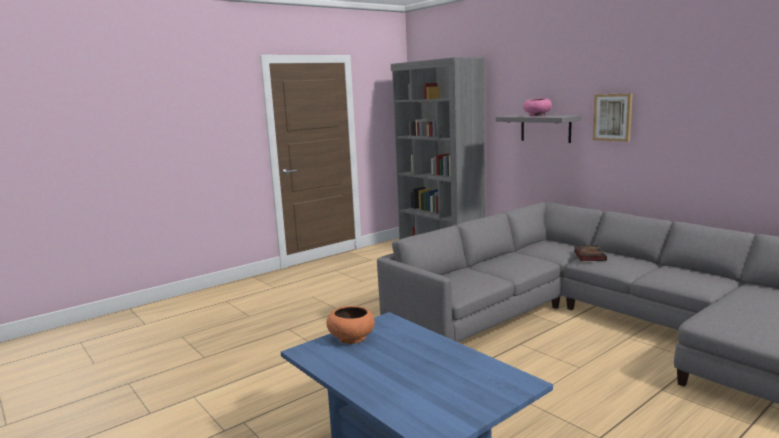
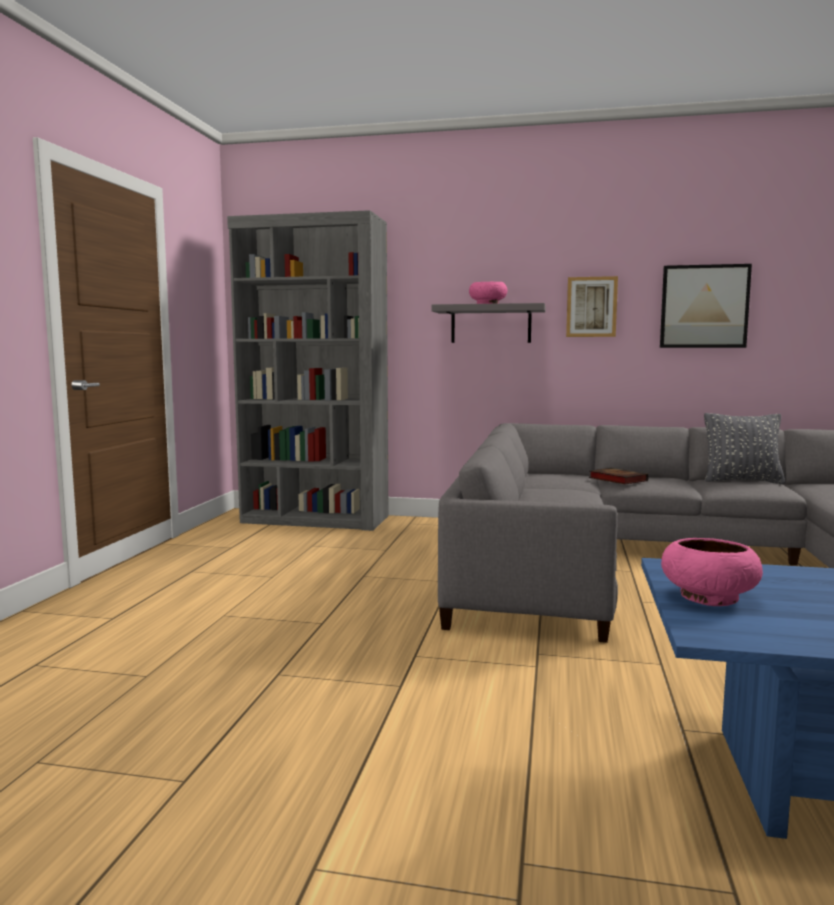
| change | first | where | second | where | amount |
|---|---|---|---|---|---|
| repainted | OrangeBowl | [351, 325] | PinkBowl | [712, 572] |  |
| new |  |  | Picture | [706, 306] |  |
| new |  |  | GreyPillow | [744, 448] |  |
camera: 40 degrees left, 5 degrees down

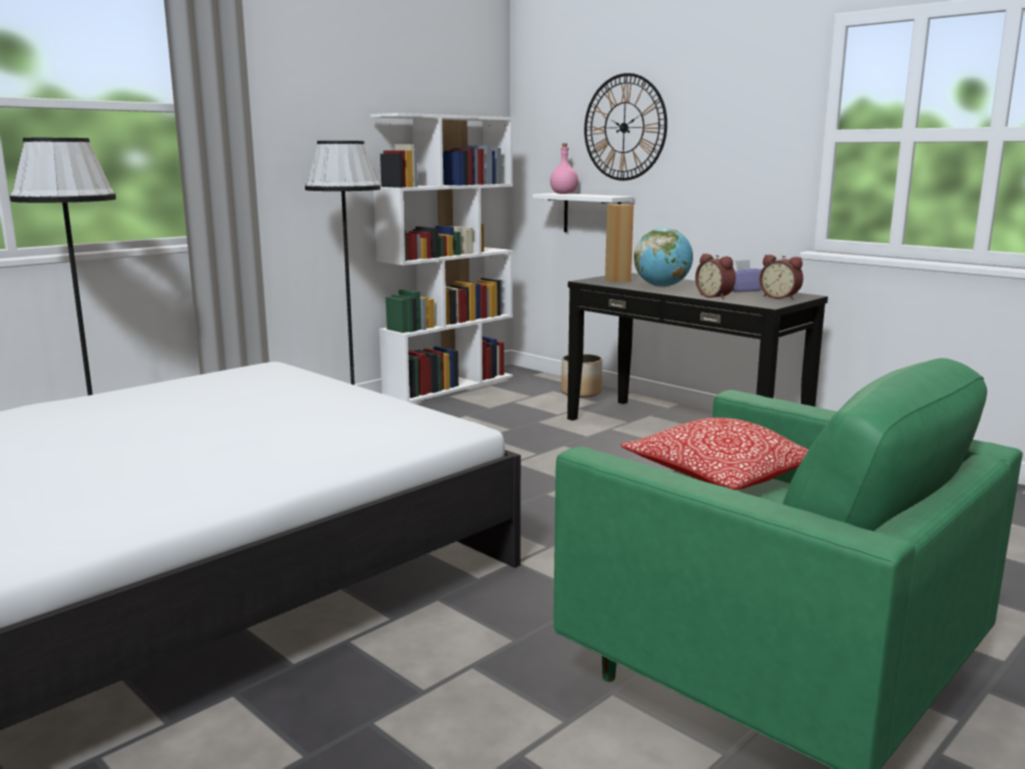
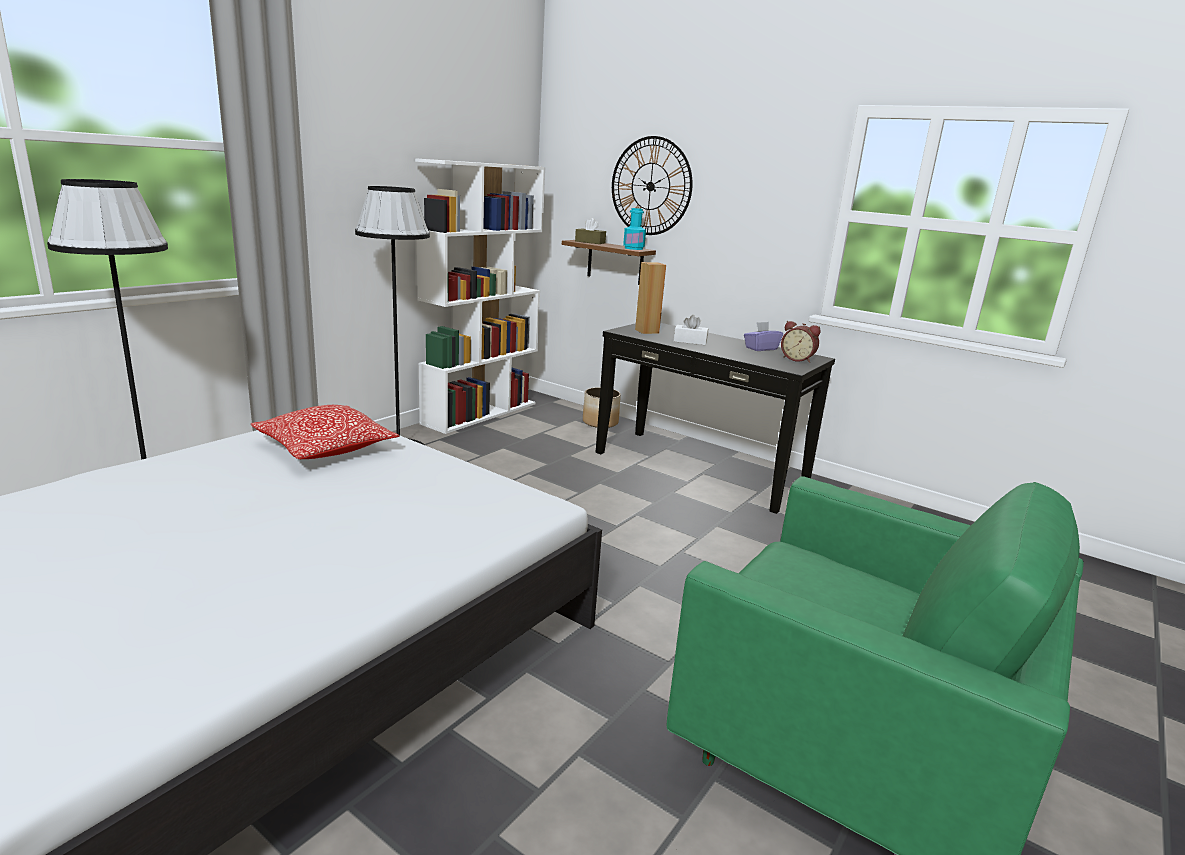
| change | first | where | second | where | amount |
|---|---|---|---|---|---|
| repainted | WhiteShelf | [583, 212] | BrownShelf | [609, 262] |  |
| swapped | PinkBottle | [564, 168] | BrownTissueBox | [590, 231] |  |
| shifted | Pillow | [714, 454] |  | [325, 432] |  |
| swapped | Globe | [663, 257] | WhiteTissueBox | [691, 330] |  |
| gone | AlarmClock | [715, 276] |  |  |  |
| new |  |  | TurquoiseBottle | [634, 229] |  |
camera: 10 degrees left, 5 degrees up

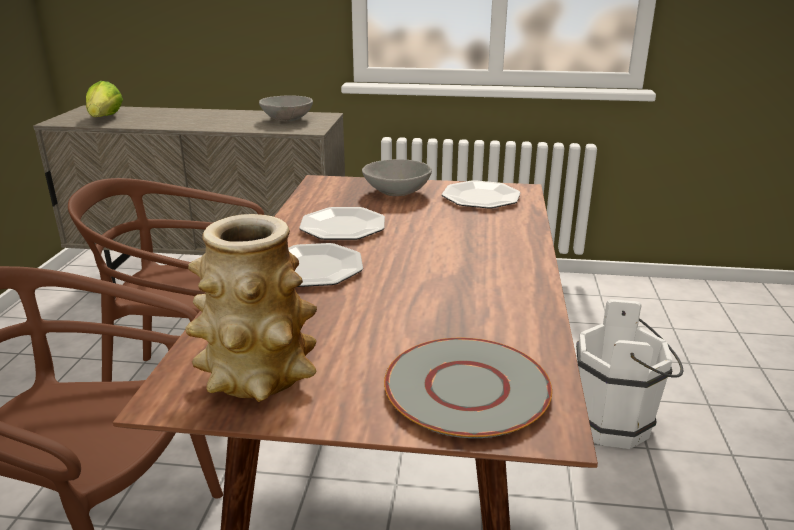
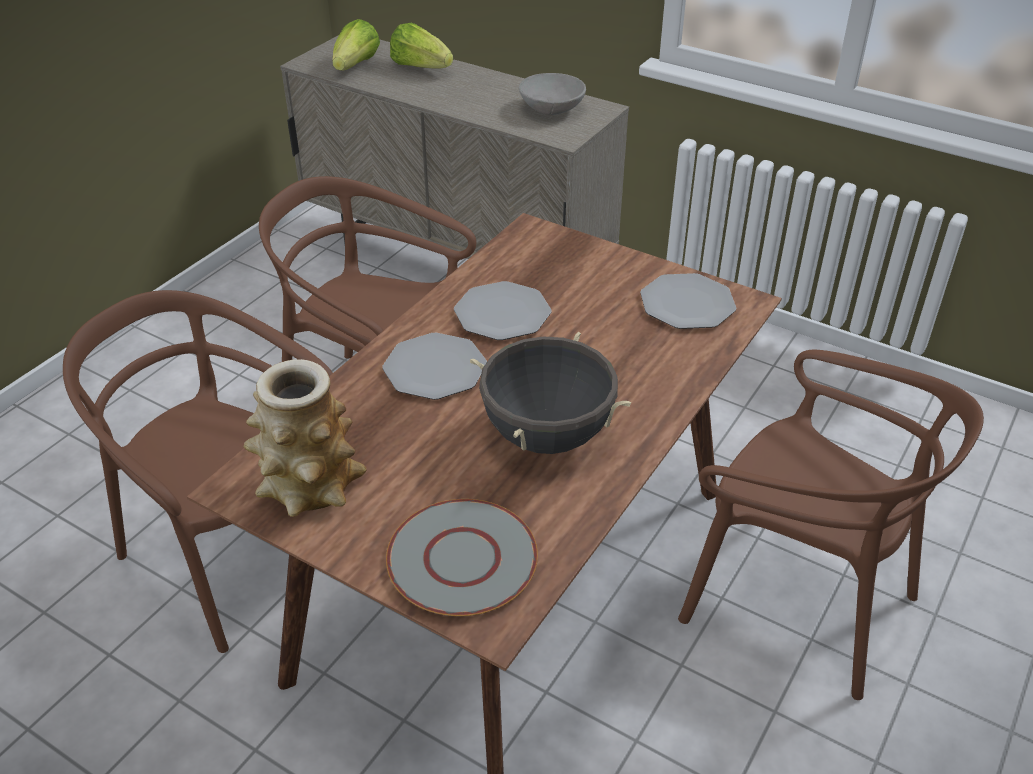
| change | first | where | second | where | amount |
|---|---|---|---|---|---|
| gone | GreyBowl | [397, 177] |  |  |  |
| swapped | WhiteBucket | [629, 374] | BrownChair | [831, 525] |  |
| new |  |  | Lettuce | [421, 46] |  |
| new |  |  | BlackCookingPot | [550, 393] |  |
camera: 25 degrees right, 15 degrees up

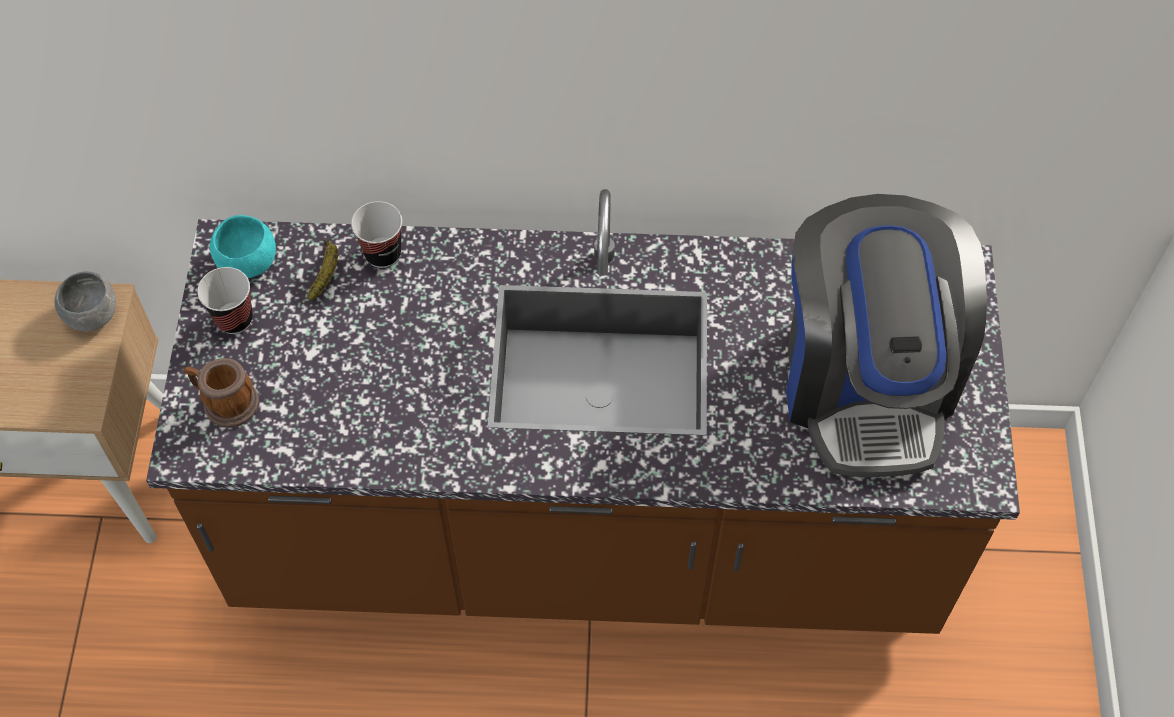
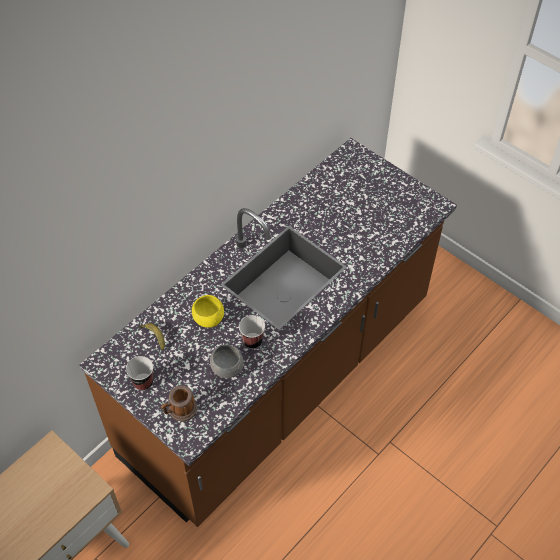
| change | first | where | second | where | amount |
|---|---|---|---|---|---|
| shifted | GreyBowl | [85, 302] |  | [227, 361] |  |
| gone | TurquoiseBowl | [243, 246] |  |  |  |
| shifted | Cup | [376, 234] |  | [252, 332] |  |
| gone | CoffeeMachine | [886, 335] |  |  |  |
| new |  |  | YellowBowl | [208, 311] |  |
camera: 50 degrees left, 5 degrees down

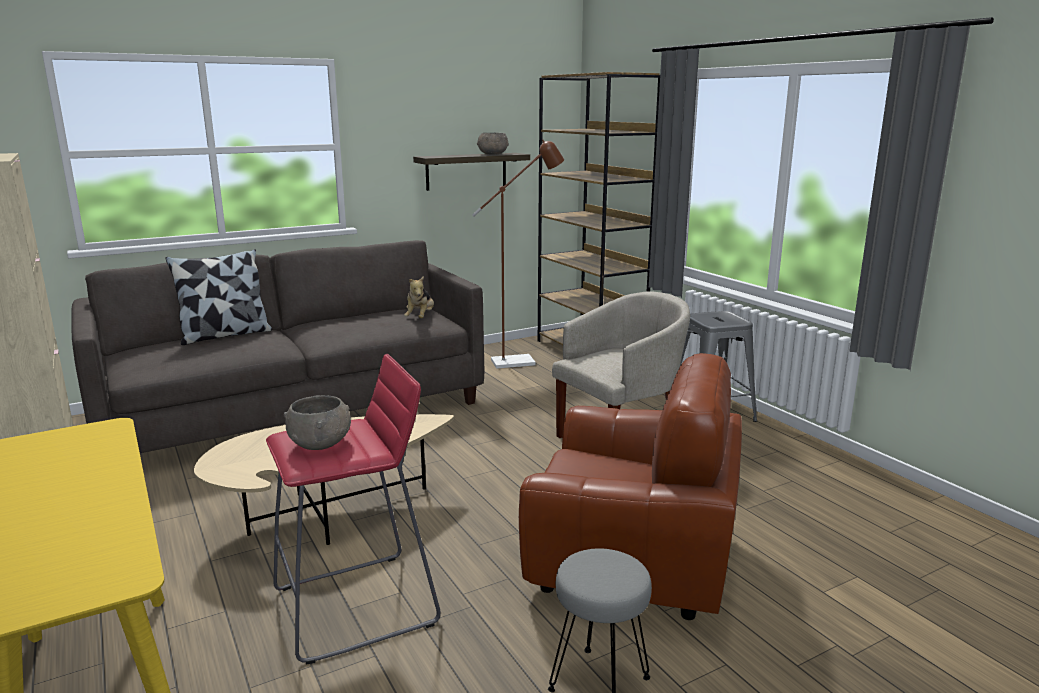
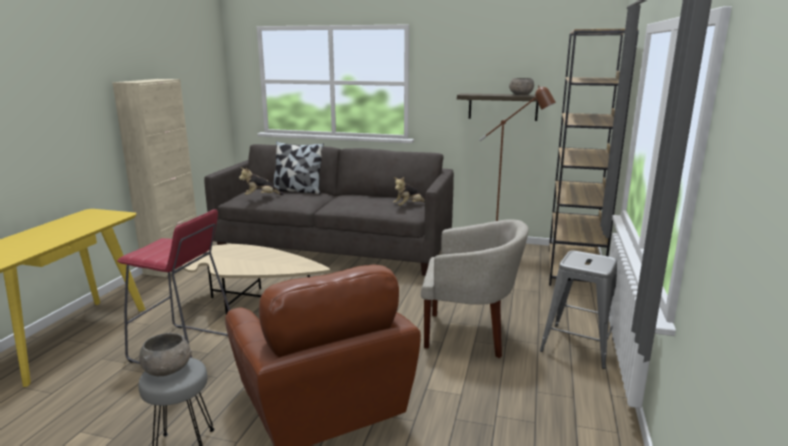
| change | first | where | second | where | amount |
|---|---|---|---|---|---|
| shifted | GreyBowl | [317, 422] |  | [165, 354] |  |
| new |  |  | PlushToy | [261, 181] |  |
camera: 45 degrees right, 0 degrees up

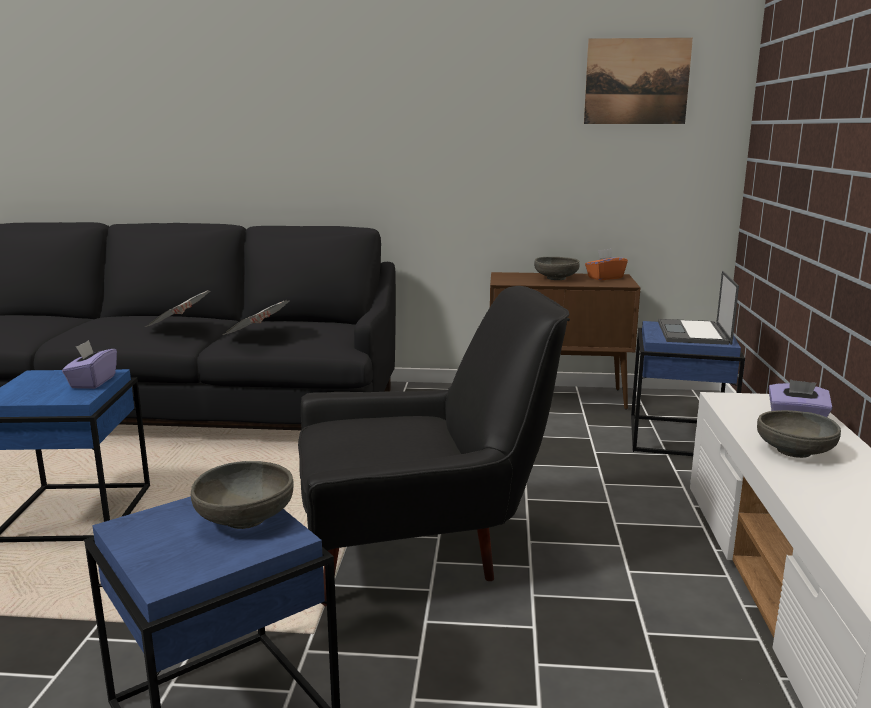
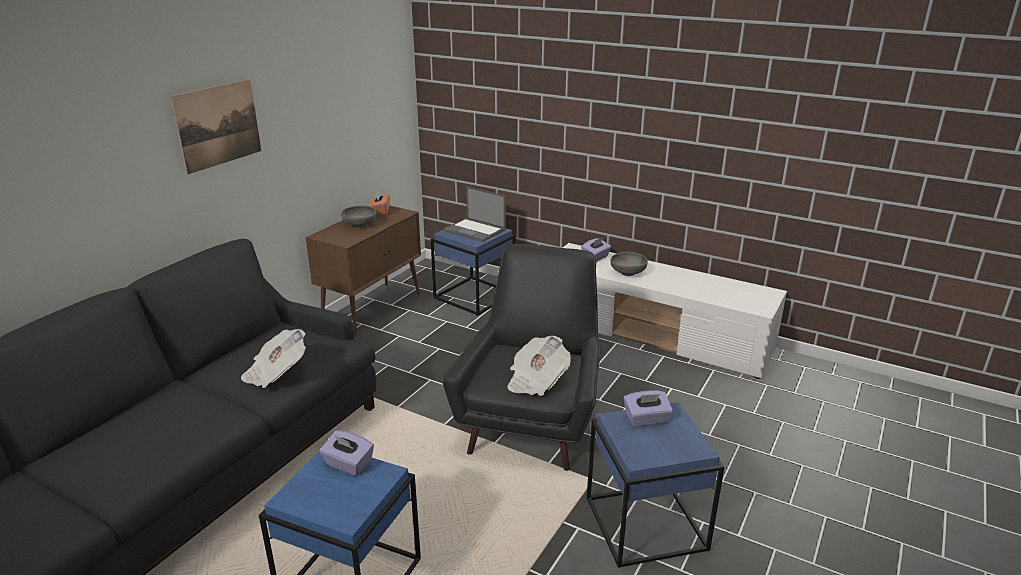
| change | first | where | second | where | amount |
|---|---|---|---|---|---|
| shifted | Newspaper | [177, 308] |  | [539, 366] |  |
| swapped | GreyBowl | [242, 495] | PurpleTissueBox | [648, 408] |  |
| shifted | Picture | [638, 81] |  | [216, 126] |  |
camera: 65 degrees left, 10 degrees up

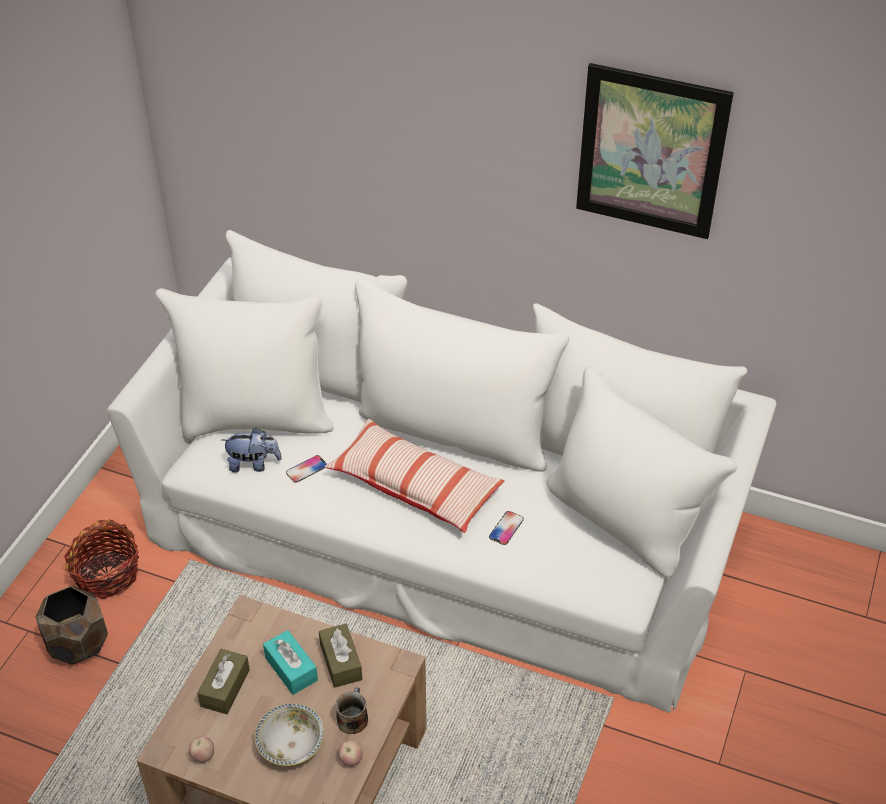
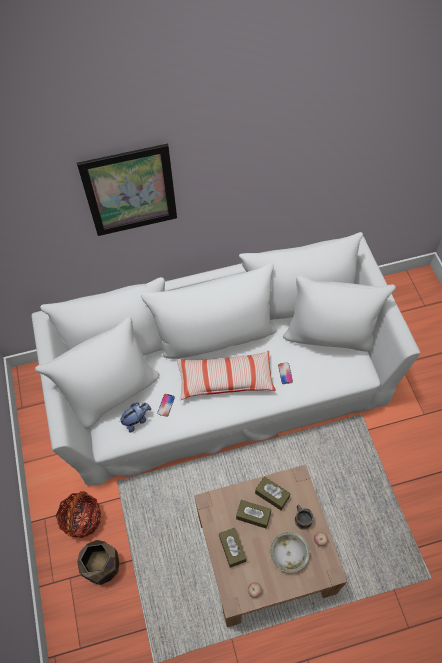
| change | first | where | second | where | amount |
|---|---|---|---|---|---|
| repainted | TurquoiseTissueBox | [290, 662] | BrownTissueBox | [253, 514] |  |
| shifted | Picture | [655, 151] |  | [127, 190] |  |
camera: 35 degrees left, 15 degrees up

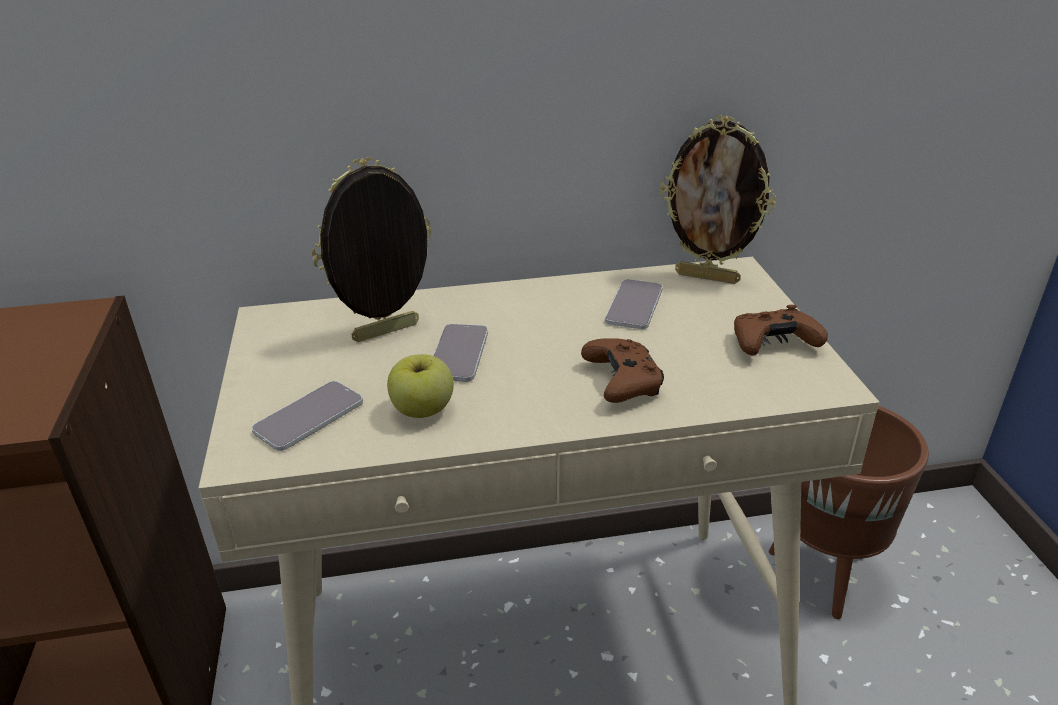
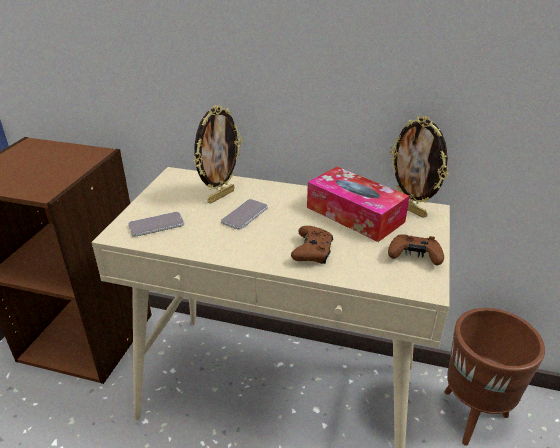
| change | first | where | second | where | amount |
|---|---|---|---|---|---|
| rotated | PictureFrame | [372, 249] |  | [218, 154] | 135 degrees clockwise |
| gone | Apple | [420, 386] |  |  |  |
| swapped | Phone | [634, 304] | TissueBox | [358, 204] |  |
camera: 25 degrees right, 0 degrees up

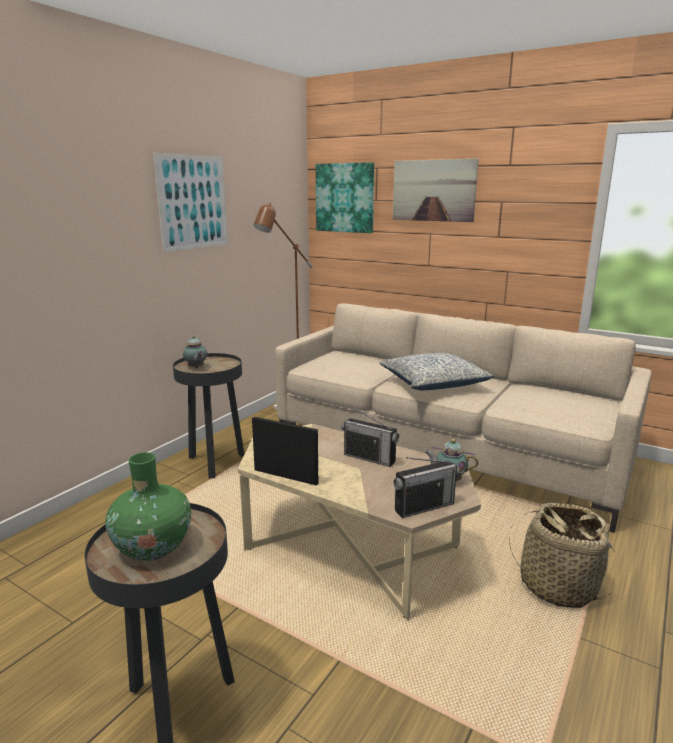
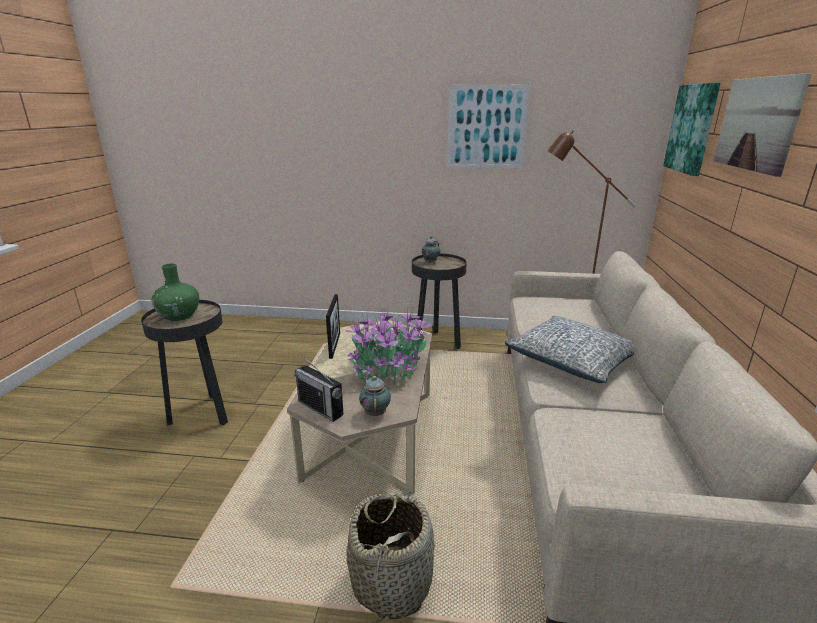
| change | first | where | second | where | amount |
|---|---|---|---|---|---|
| swapped | Radio | [370, 437] | PottedPlant | [388, 345] |  |
camera: 65 degrees right, 5 degrees up

